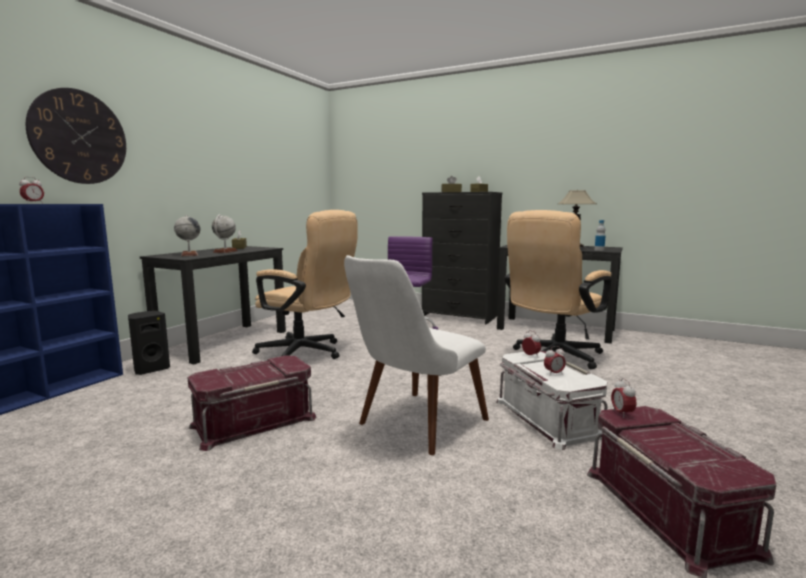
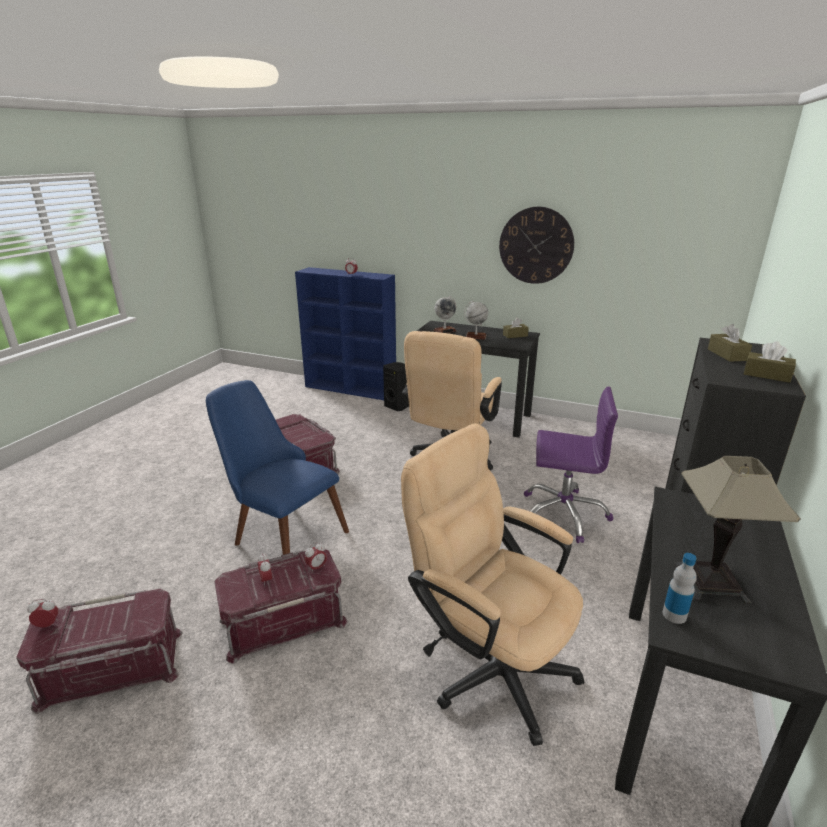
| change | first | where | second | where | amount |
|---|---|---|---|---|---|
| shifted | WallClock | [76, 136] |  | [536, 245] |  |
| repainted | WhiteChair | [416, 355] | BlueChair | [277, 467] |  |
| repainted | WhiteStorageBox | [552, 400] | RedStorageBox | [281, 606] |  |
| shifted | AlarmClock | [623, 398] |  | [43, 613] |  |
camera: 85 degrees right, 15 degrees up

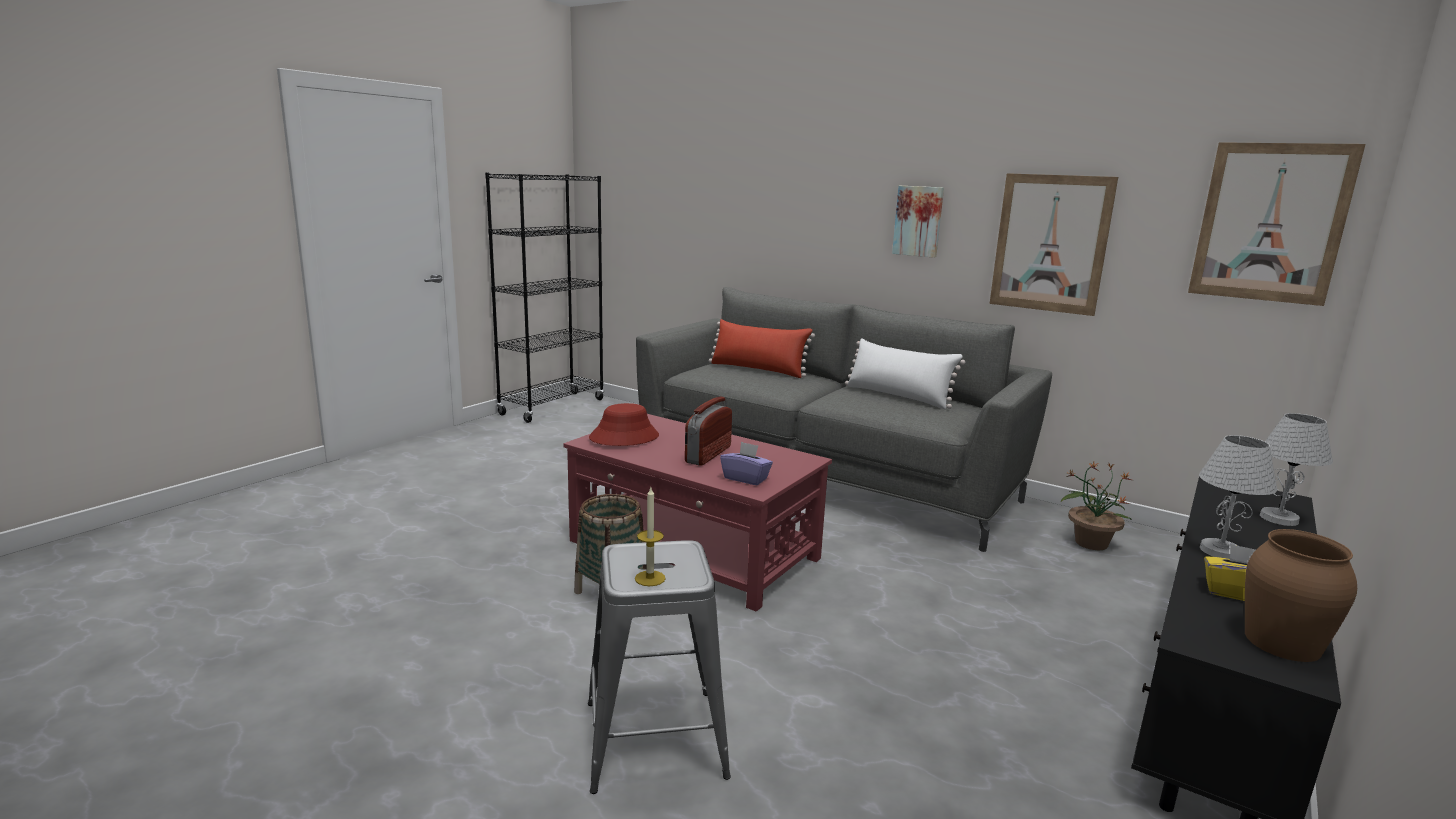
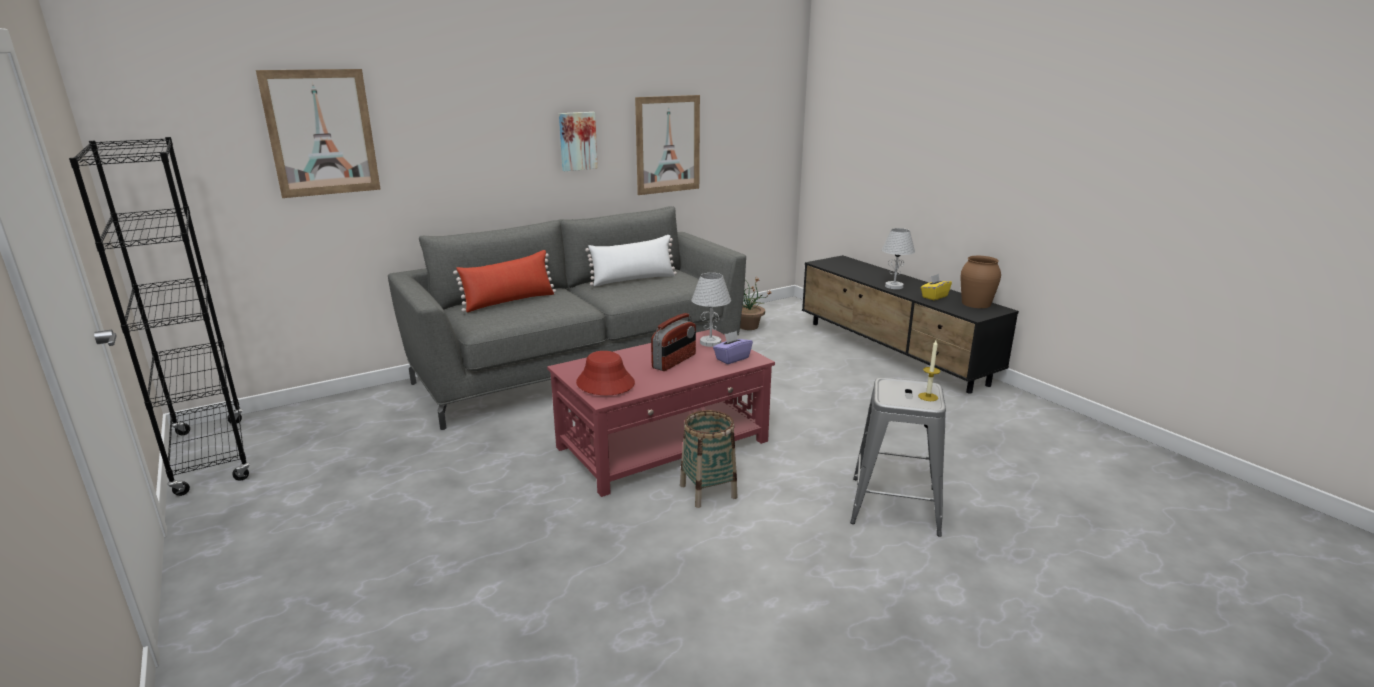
| change | first | where | second | where | amount |
|---|---|---|---|---|---|
| rotated | Radio | [708, 431] |  | [673, 342] | 105 degrees counterclockwise |
| shifted | Picture | [1277, 224] |  | [318, 133] |  |
| shifted | WhiteTableLamp | [1296, 469] |  | [711, 310] |  |
camera: 65 degrees left, 5 degrees up

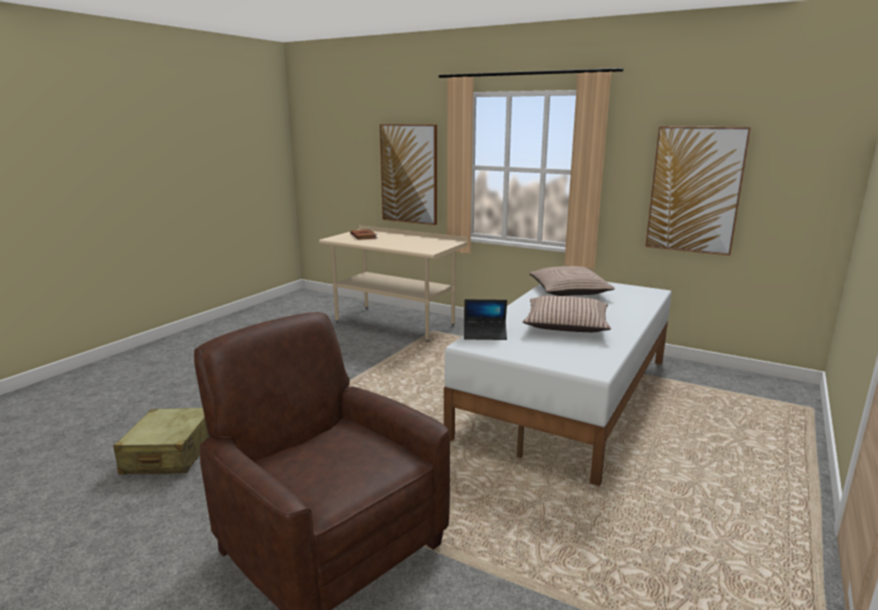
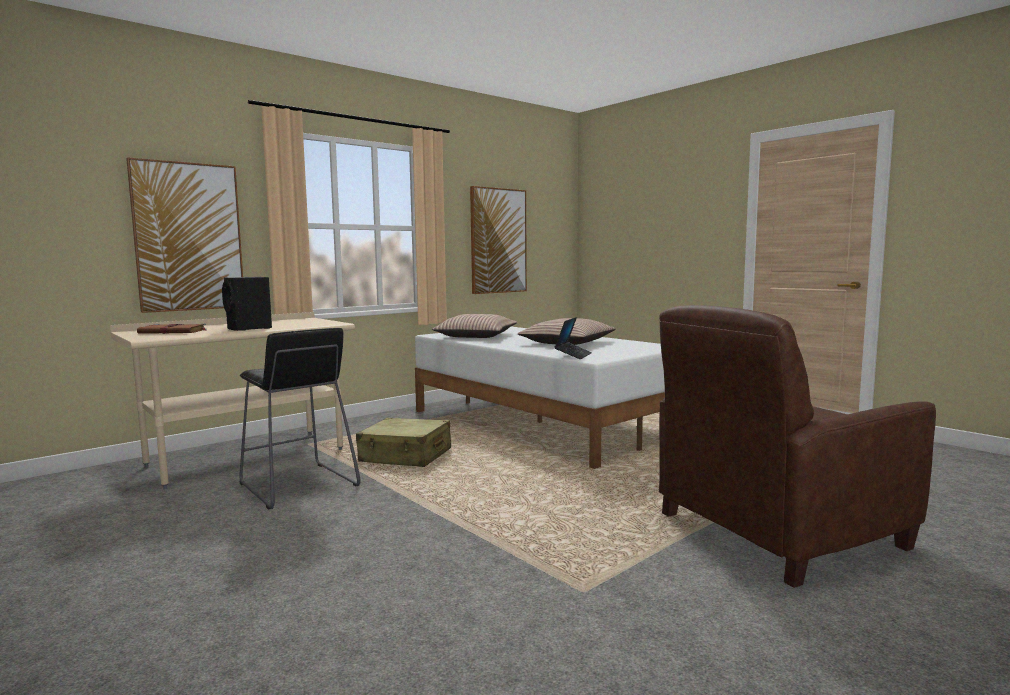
| change | first | where | second | where | amount |
|---|---|---|---|---|---|
| shifted | BeigeSuitcase | [161, 441] |  | [403, 442] |  |
| new |  |  | BlackSpeaker | [247, 304] |  |
| new |  |  | BlackStool | [300, 419] |  |
camera: 70 degrees left, 10 degrees down

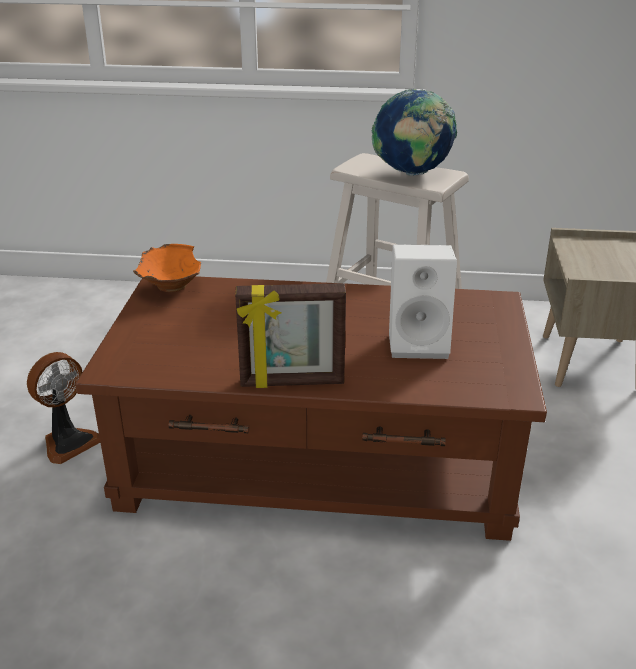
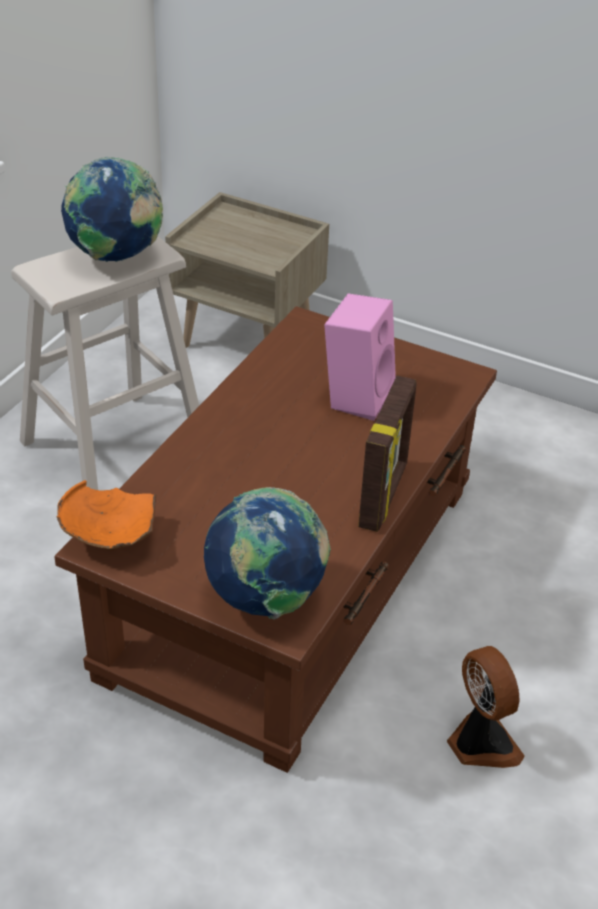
| change | first | where | second | where | amount |
|---|---|---|---|---|---|
| shifted | Fan | [63, 408] |  | [486, 707] |  |
| repainted | WhiteSpeaker | [423, 301] | PinkSpeaker | [360, 357] |  |
| new |  |  | Globe | [267, 553] |  |
camera: 70 degrees left, 10 degrees up

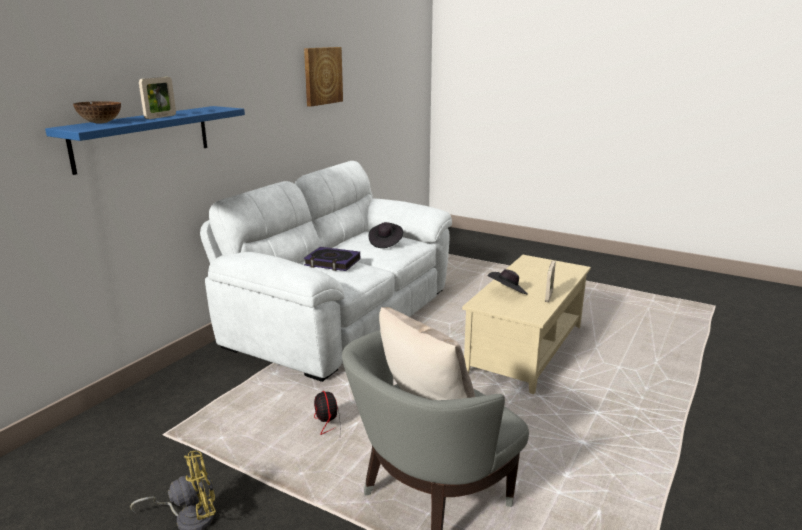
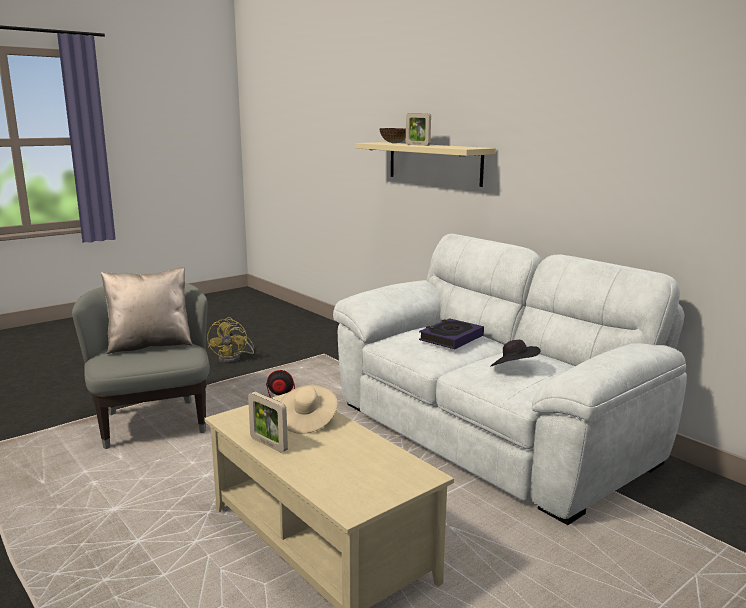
| change | first | where | second | where | amount |
|---|---|---|---|---|---|
| repainted | BlueShelf | [145, 140] | BeigeShelf | [426, 164] |  |
| gone | Picture | [323, 77] |  |  |  |
| repainted | BlackHat | [508, 281] | BeigeHat | [309, 409] |  |
camera: 110 degrees right, 5 degrees down

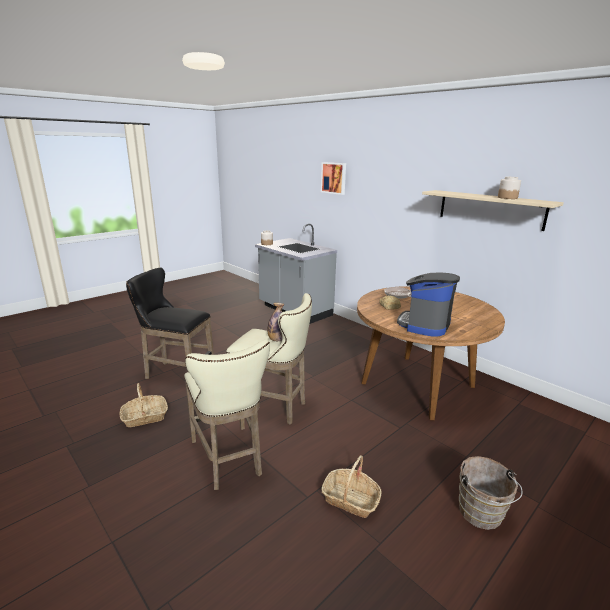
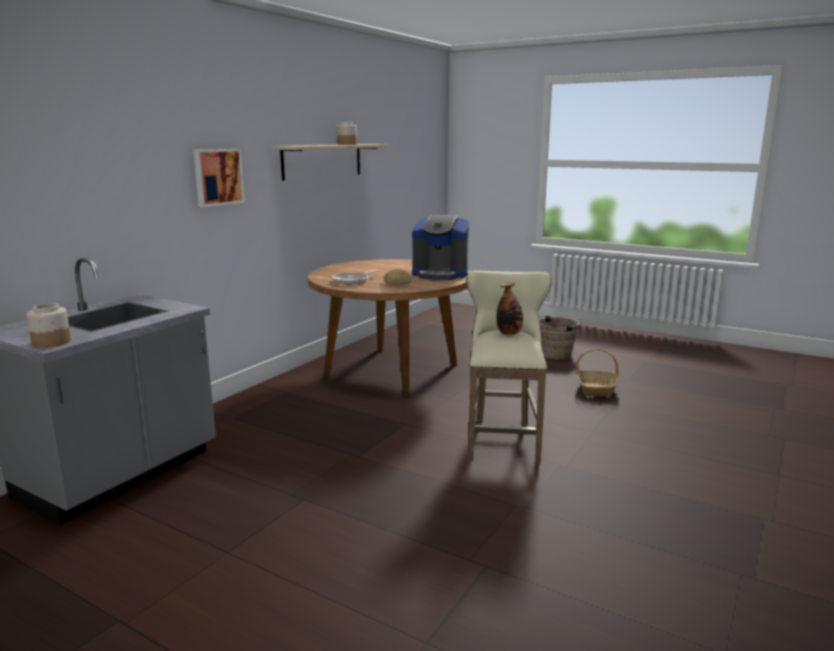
| change | first | where | second | where | amount |
|---|---|---|---|---|---|
| gone | Basket | [143, 405] |  |  |  |
| gone | BlackStool | [170, 323] |  |  |  |
| gone | BeigeStool | [227, 415] |  |  |  |
| shifted | Picture | [333, 178] |  | [219, 178] |  |
camera: 105 degrees left, 5 degrees down

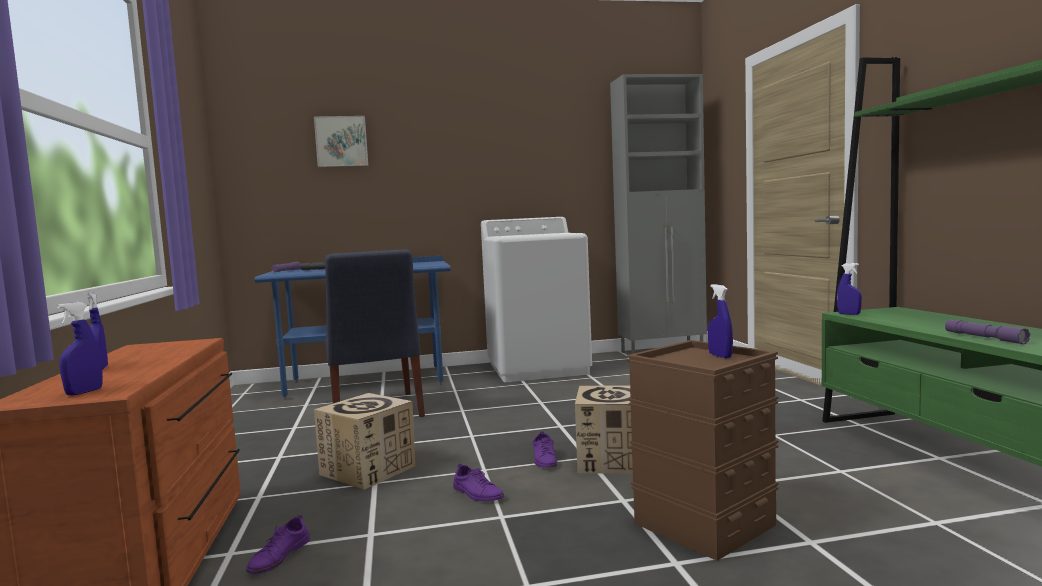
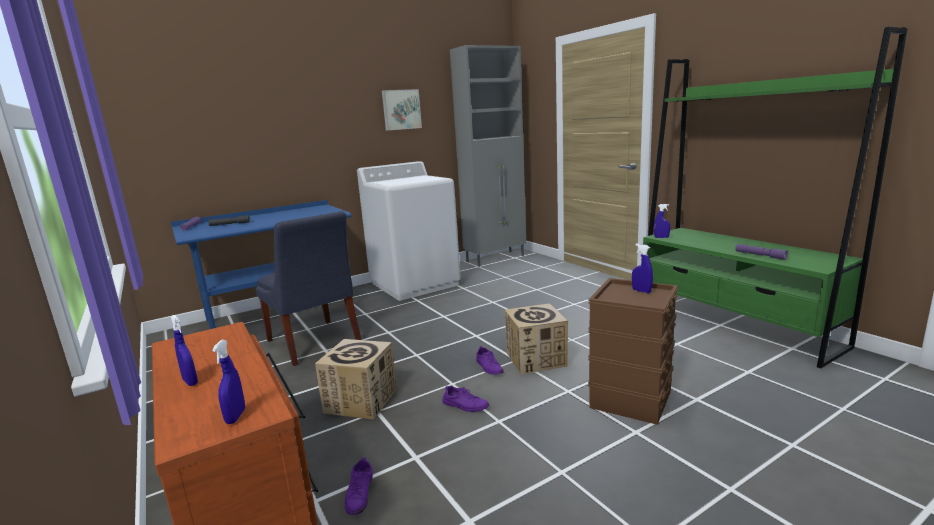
| change | first | where | second | where | amount |
|---|---|---|---|---|---|
| shifted | Picture | [341, 141] |  | [402, 110] |  |
camera: 20 degrees left, 10 degrees up

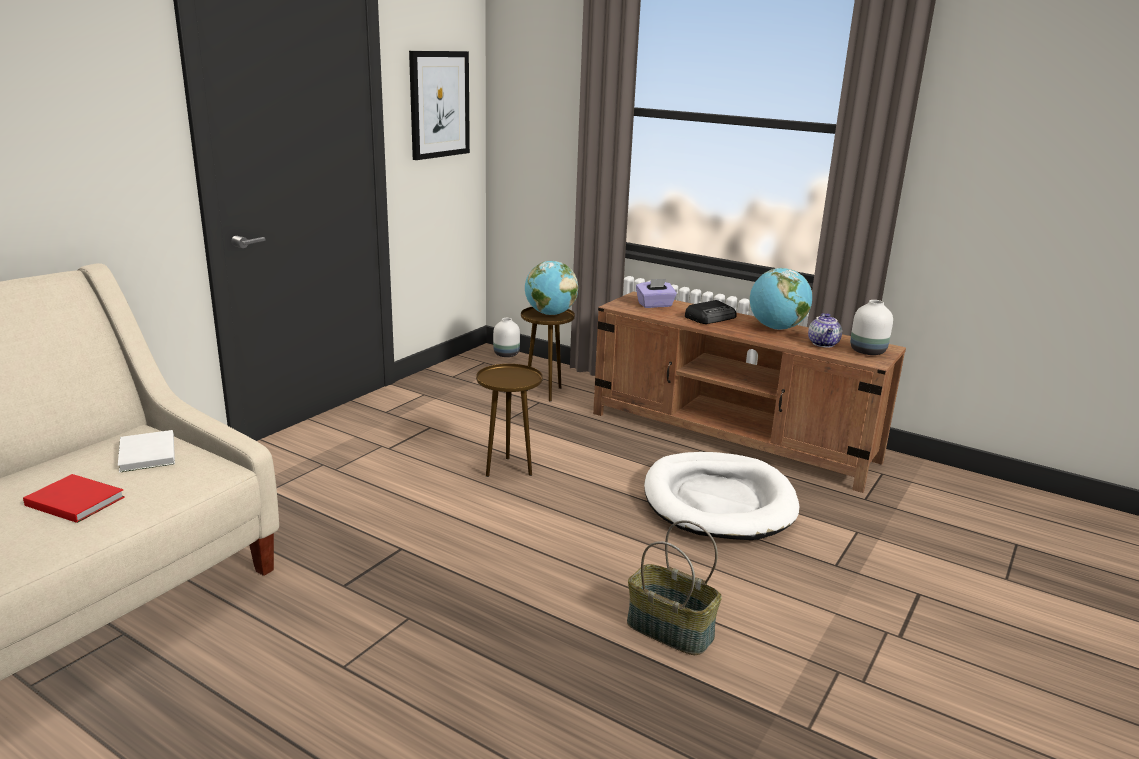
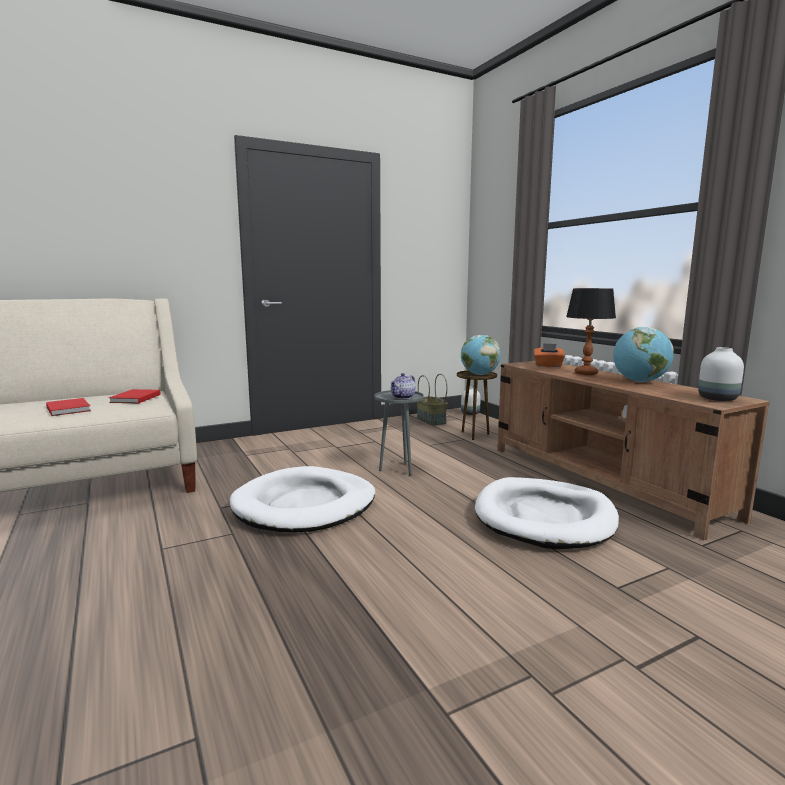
| change | first | where | second | where | amount |
|---|---|---|---|---|---|
| repainted | WhiteBook | [146, 451] | RedBook | [135, 396] |  |
| gone | Picture | [439, 105] |  |  |  |
| repainted | BrownSideTable | [509, 420] | GreySideTable | [399, 433] |  |
| shifted | Basket | [674, 587] |  | [432, 400] |  |
| repainted | PurpleTissueBox | [656, 293] | OrangeTissueBox | [549, 355] |  |
| swapped | Radio | [710, 312] | TableLamp | [591, 331] |  |
| shifted | Teapot | [825, 330] |  | [403, 386] |  |
| new |  |  | WhiteDogBed | [302, 499] |  |
camera: 30 degrees right, 10 degrees down

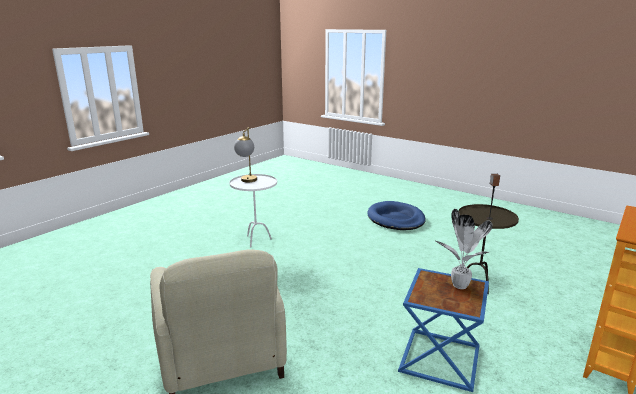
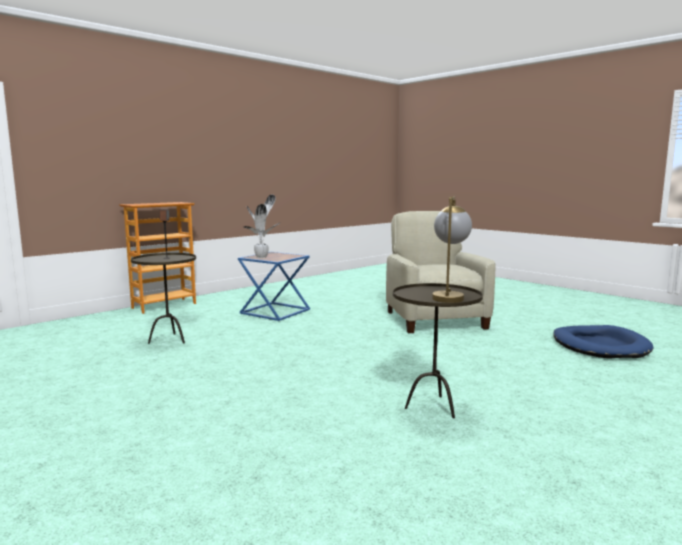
| change | first | where | second | where | amount |
|---|---|---|---|---|---|
| repainted | WhiteSideTable | [253, 211] | BrownSideTable | [438, 350] |  |
| shifted | BlueDogBed | [396, 215] |  | [603, 342] |  |
camera: 170 degrees left, 10 degrees down

